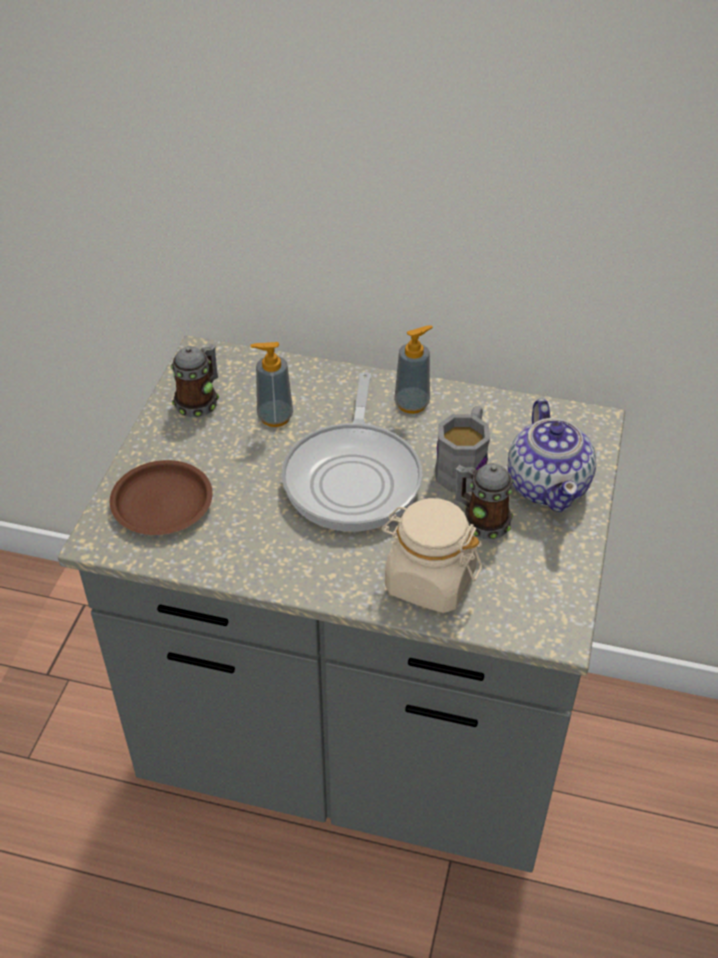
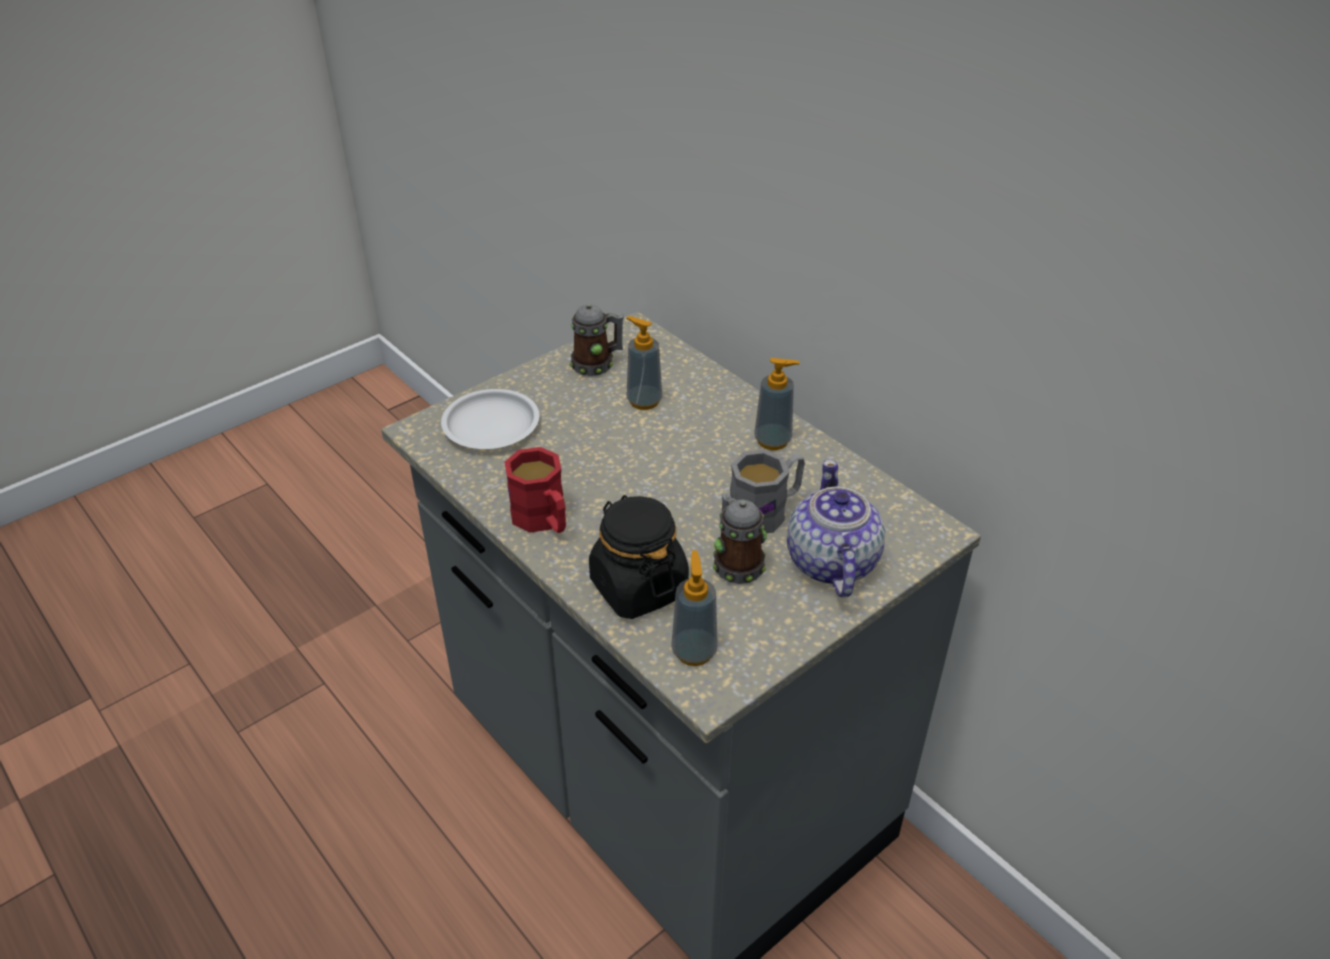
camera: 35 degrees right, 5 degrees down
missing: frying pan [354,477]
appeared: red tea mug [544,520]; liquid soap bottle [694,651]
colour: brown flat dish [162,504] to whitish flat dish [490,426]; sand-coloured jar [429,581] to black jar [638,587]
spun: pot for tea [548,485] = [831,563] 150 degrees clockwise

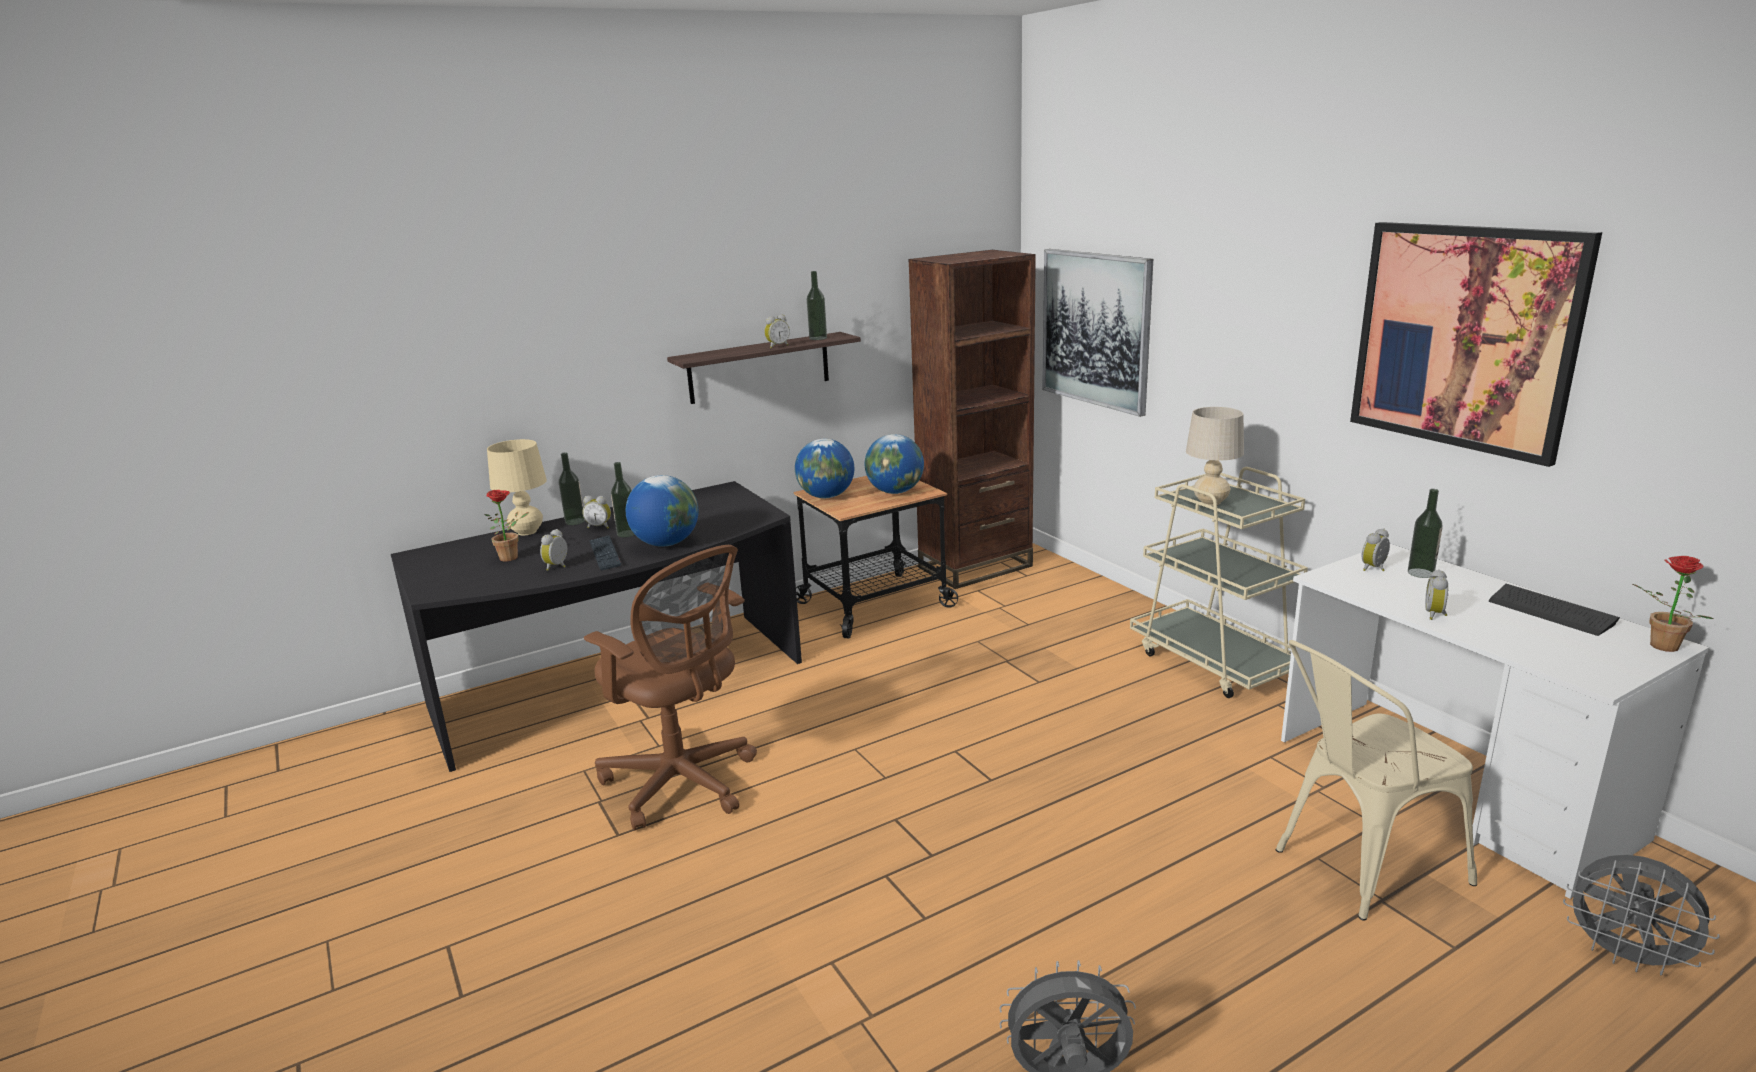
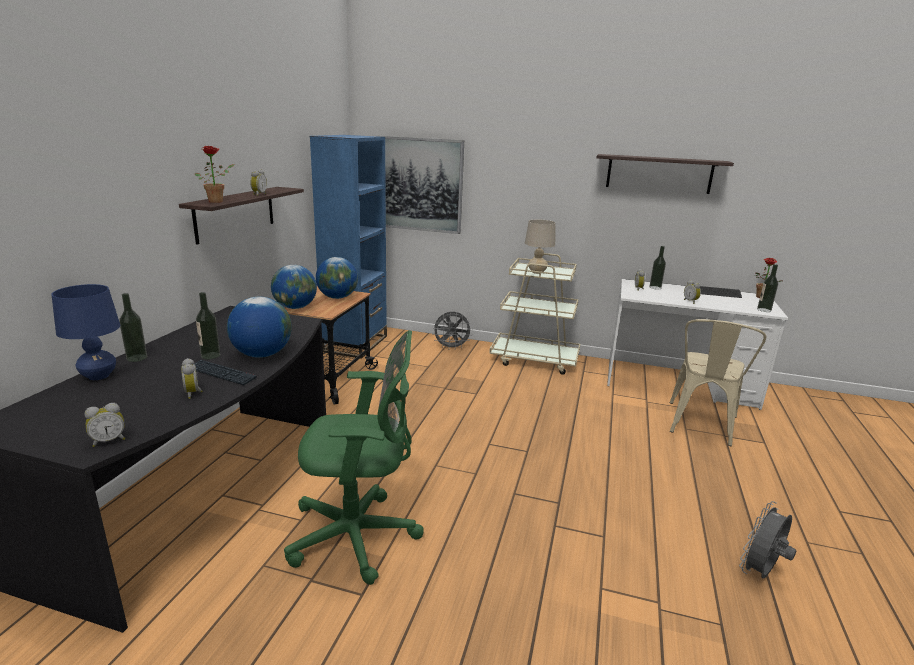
camera: 45 degrees left, 0 degrees up
relocated: beverage bottle [818,338] to [764,310]; plant in a pot [513,557] to [218,201]; table clock [599,527] to [108,441]; greyish cooling fan [1626,957] to [451,348]
exchanged: wall art [1464,337] to bracket shelf [659,174]
colour: brown bookcase [975,567] to blue bookcase [355,344]; sand-coloured tabletop lamp [527,532] to blue tabletop lamp [99,376]; brown office chair [683,784] to green-coloured office chair [359,536]

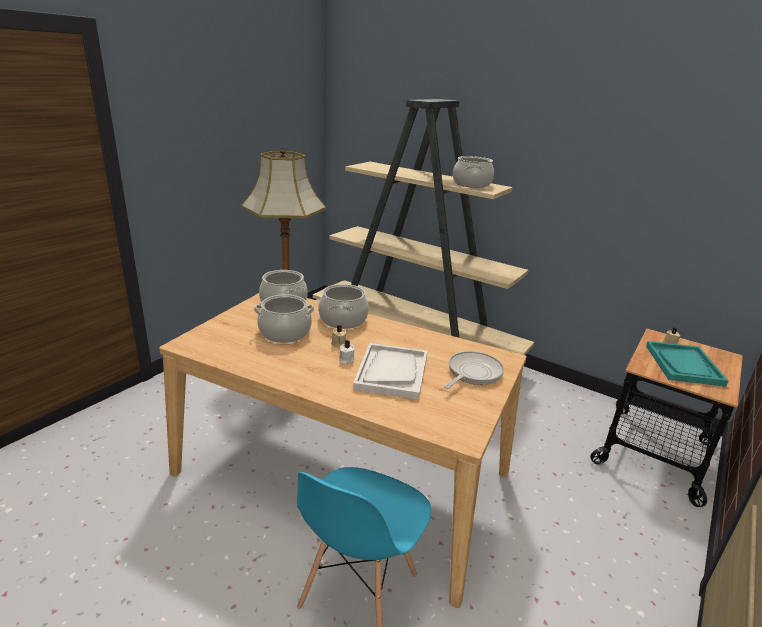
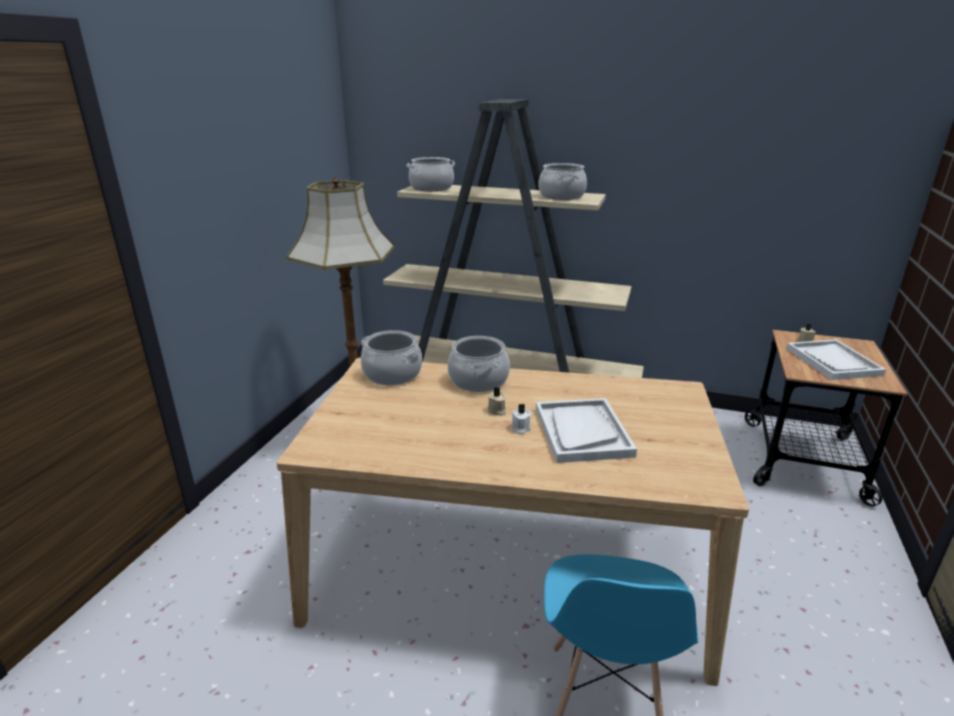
camera: 15 degrees left, 0 degrees up
missing: frying pan [472,373]
relocated: stockpot [285,332] to [431,188]
colour: turquoise-coloured serving tray [683,365] to whitish serving tray [833,362]

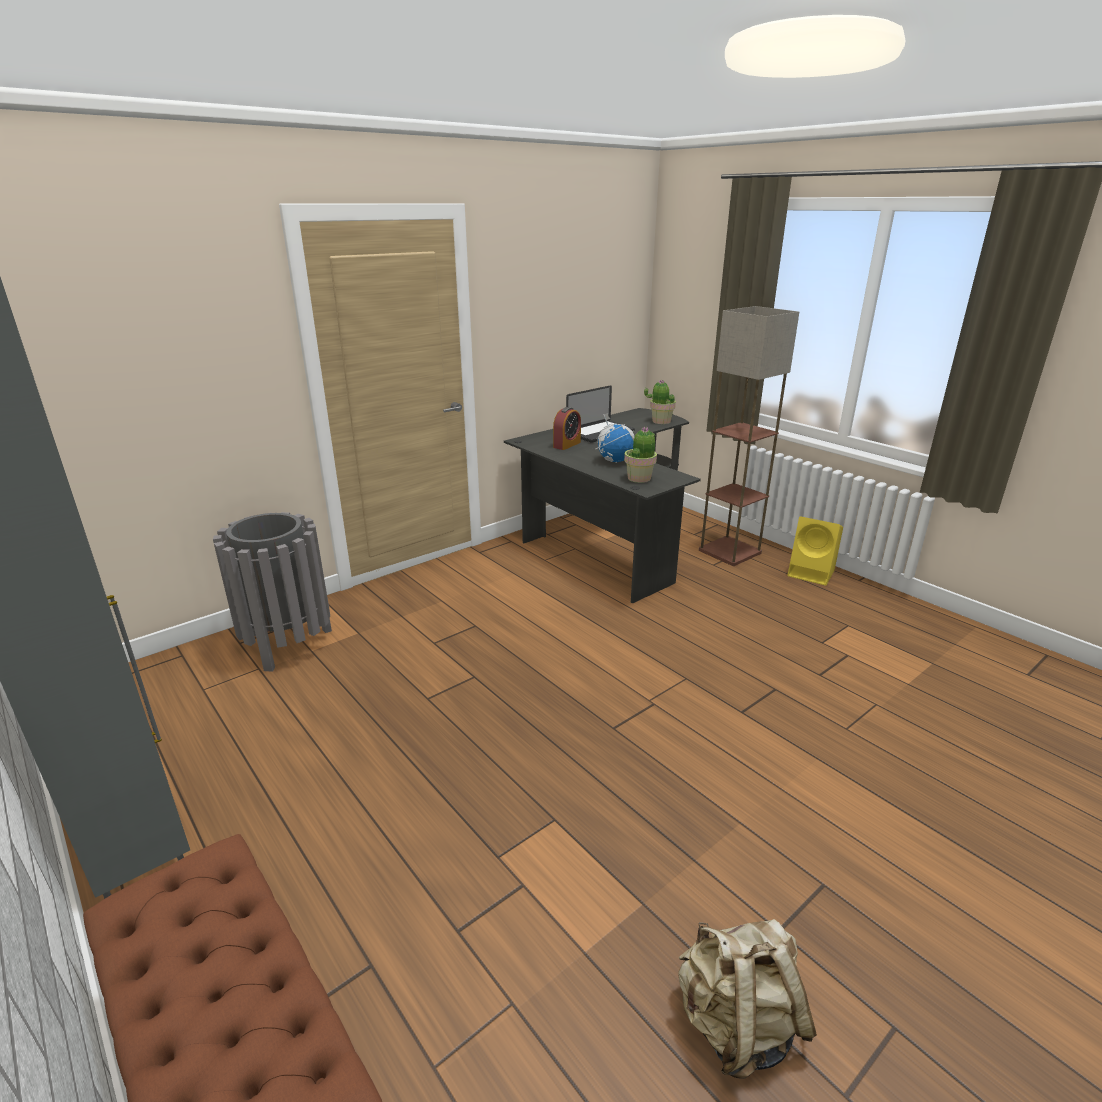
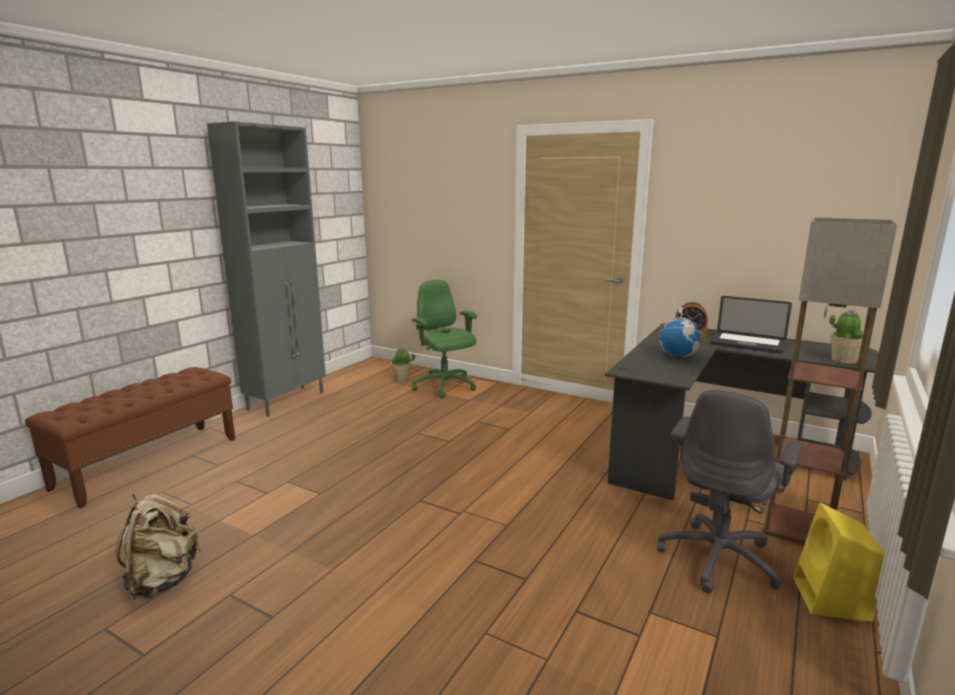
camera: 70 degrees right, 10 degrees down
appeared: greyish office chair [719,558]
relocated: plant in a pot [639,478] to [401,378]
exchanged: greyish rubbish bin [288,644] to green-coloured office chair [444,387]

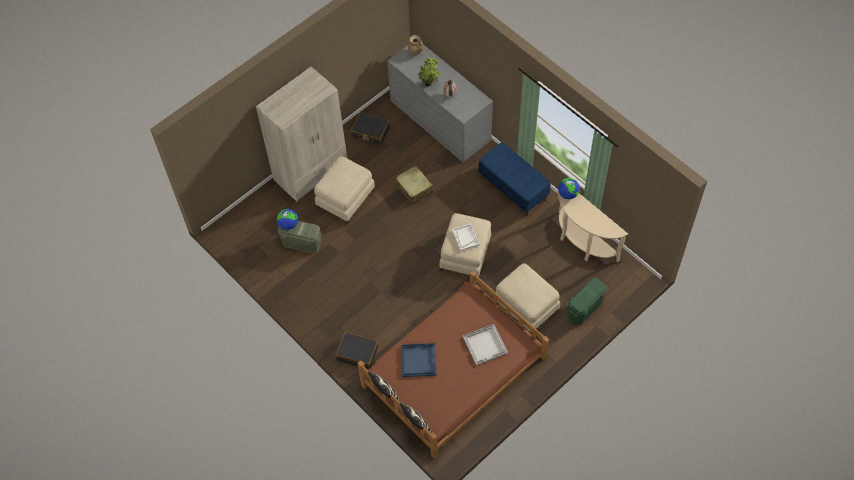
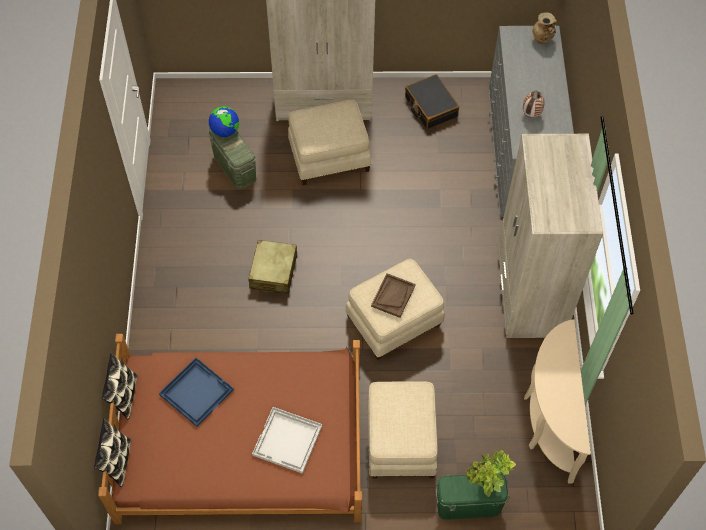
camera: 40 degrees right, 0 degrees up
missing: world globe [568,194]; black travel case [357,353]
relocated: plant in a pot [430,85] to [485,485]; sand-coloured travel case [414,188] to [273,272]
exchanged: blue bench [513,188] to sand-coloured armoire [529,291]
colour: whitish serving tray [465,237] to brown serving tray [393,296]

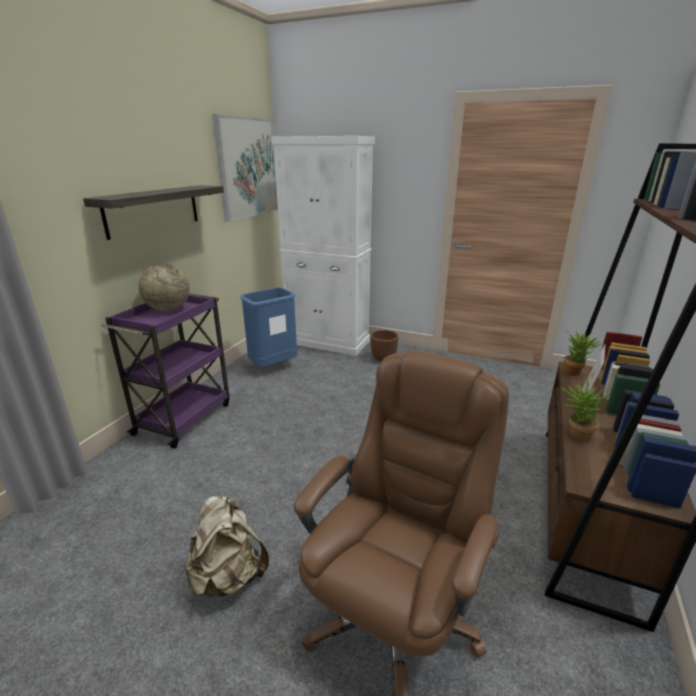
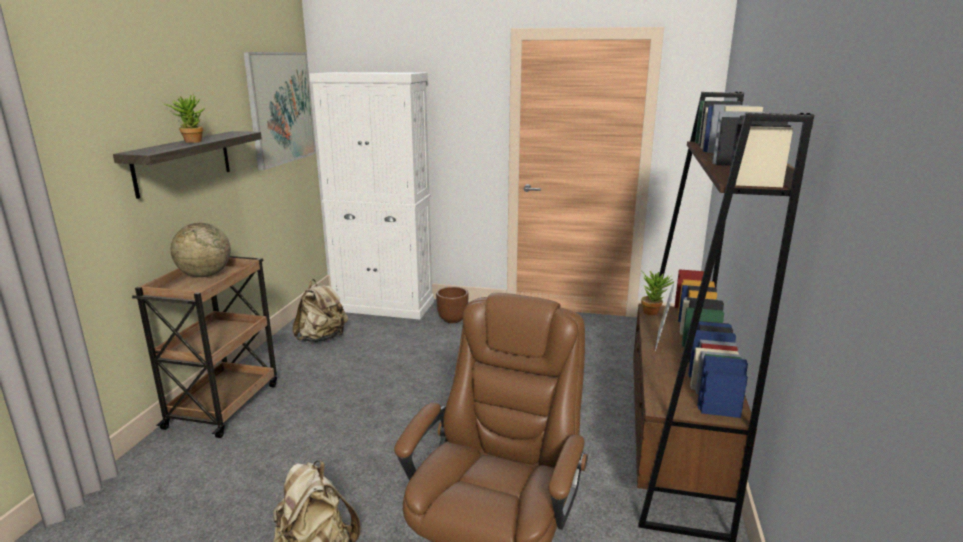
camera: 10 degrees left, 5 degrees down
relocated: plant in a pot [575,433] to [191,141]
exchanged: blue rubbish bin [273,366] to sand-coloured backpack [322,338]
colour: purplish wheeled cart [185,417] to brown wheeled cart [224,404]

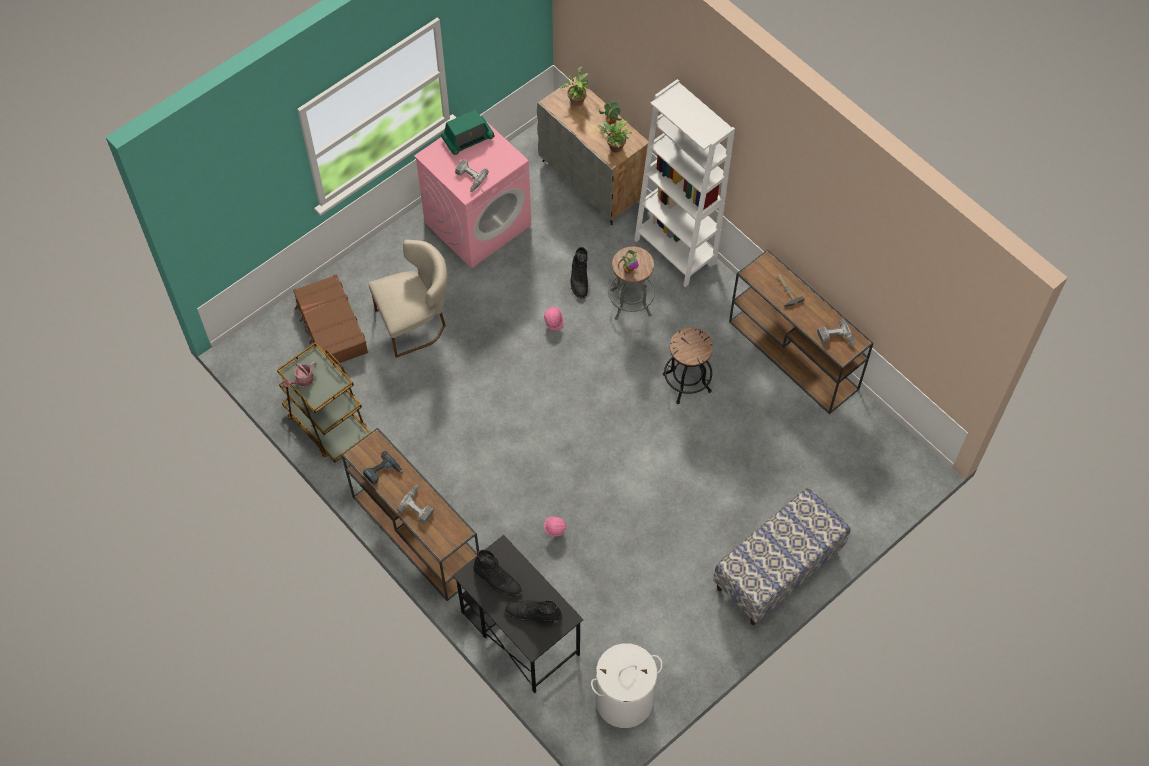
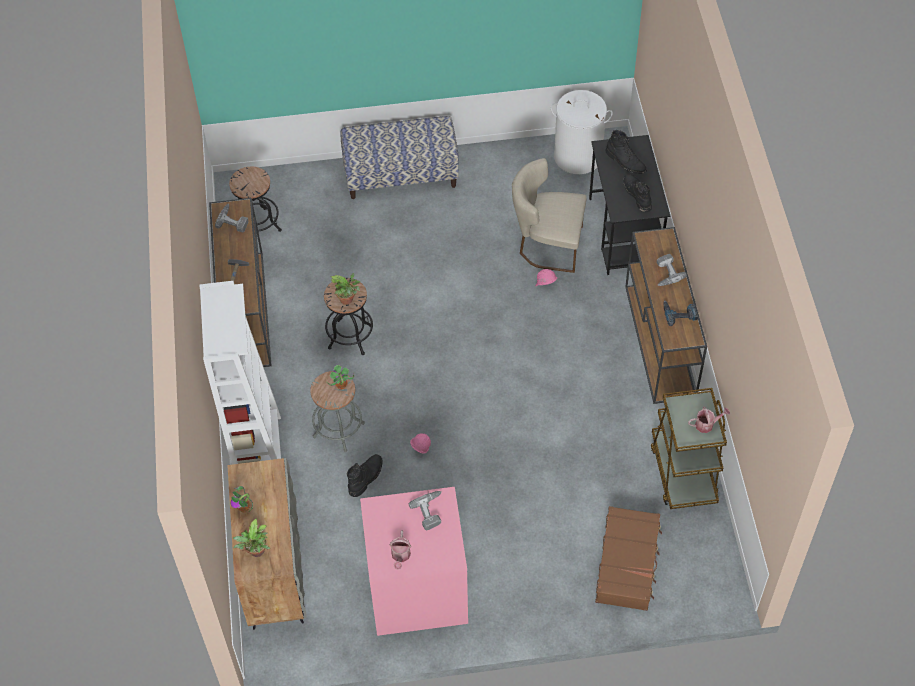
camera: 145 degrees left, 5 degrees down
appeared: black stool seat [258,226]
relocated: plant in a pot [614,148] to [348,299]; sand-coloured chair [416,322] to [547,245]
exchanged: radio receiver [468,138] to sprinkling can [400,556]

